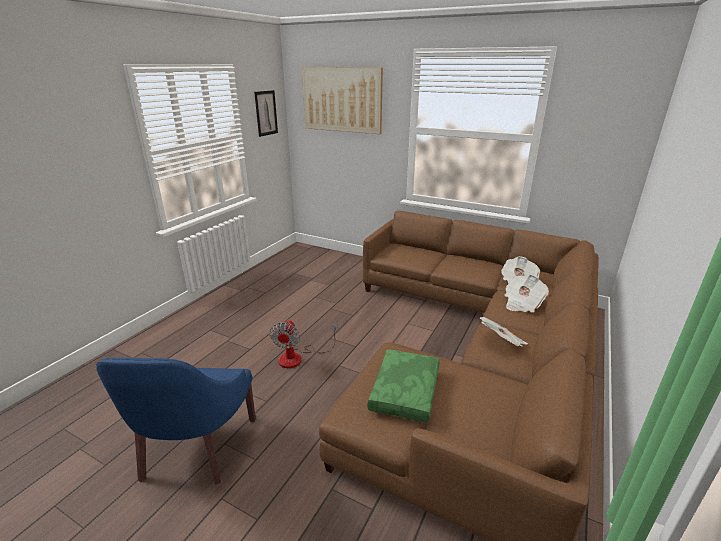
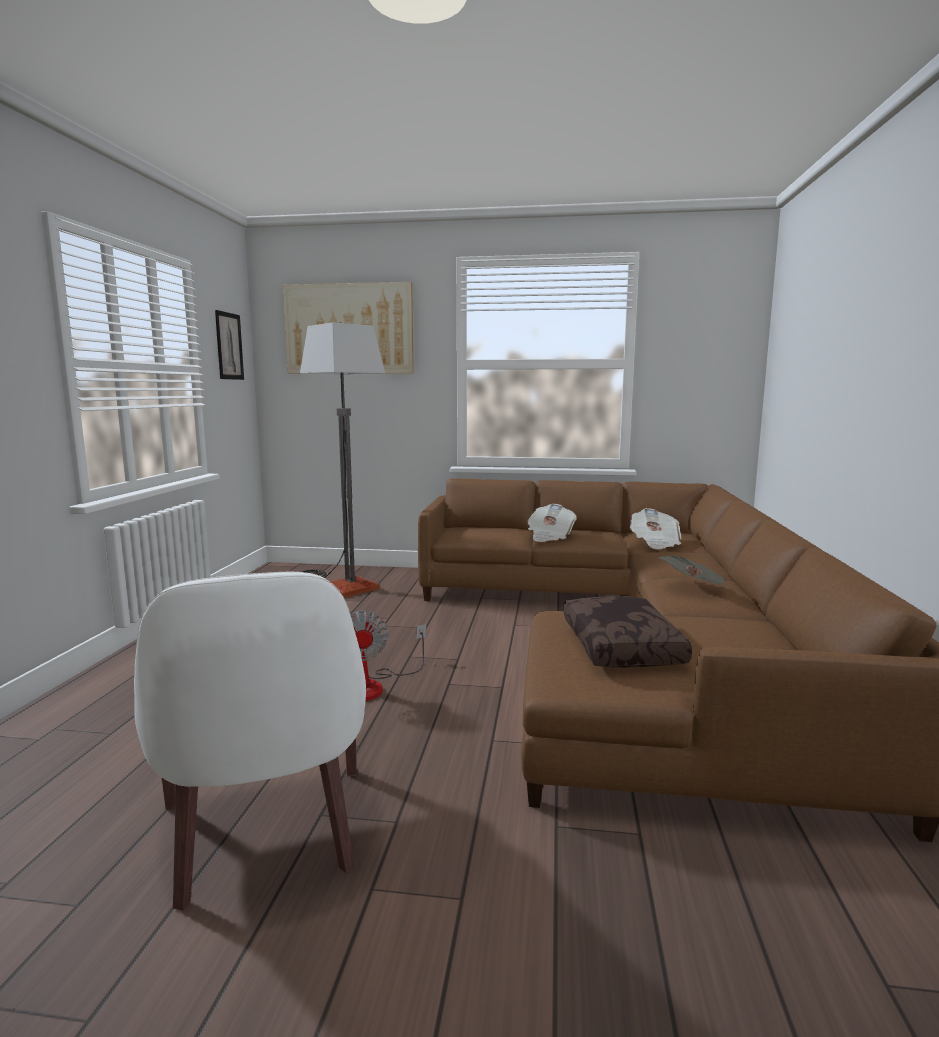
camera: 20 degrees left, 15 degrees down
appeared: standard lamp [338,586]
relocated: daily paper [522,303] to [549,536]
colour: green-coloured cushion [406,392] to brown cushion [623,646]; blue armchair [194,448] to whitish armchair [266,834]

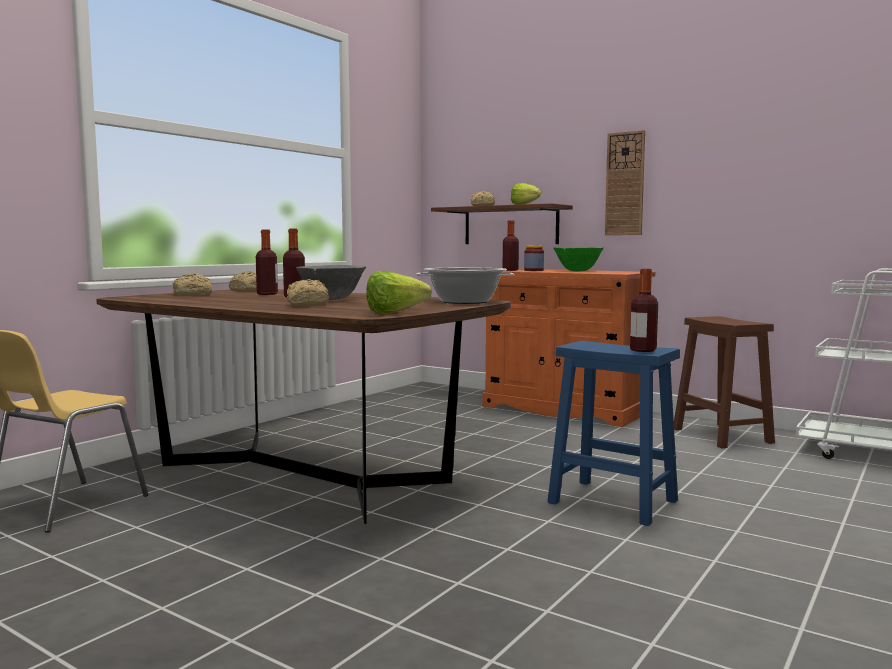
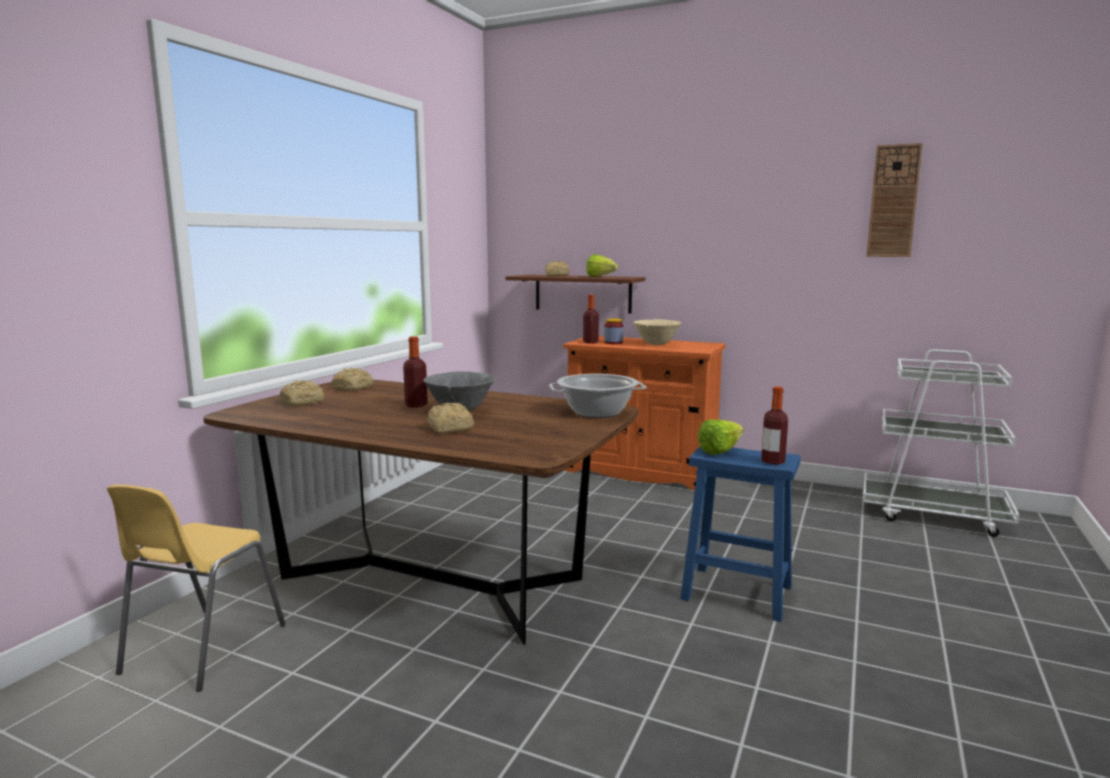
camera: 10 degrees left, 5 degrees up
missing: beverage bottle [267,294]; brown stool seat [723,436]
relocated: clock on the wall [625,184] to [893,201]; lettuce head [401,312] to [724,450]
colour: green-coloured serving bowl [578,271] to sand-coloured serving bowl [656,344]

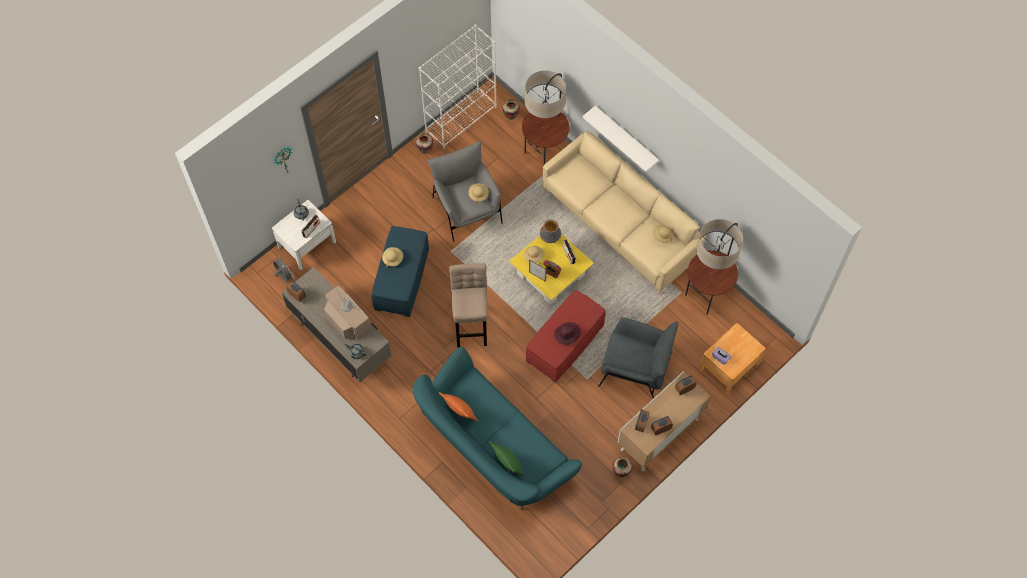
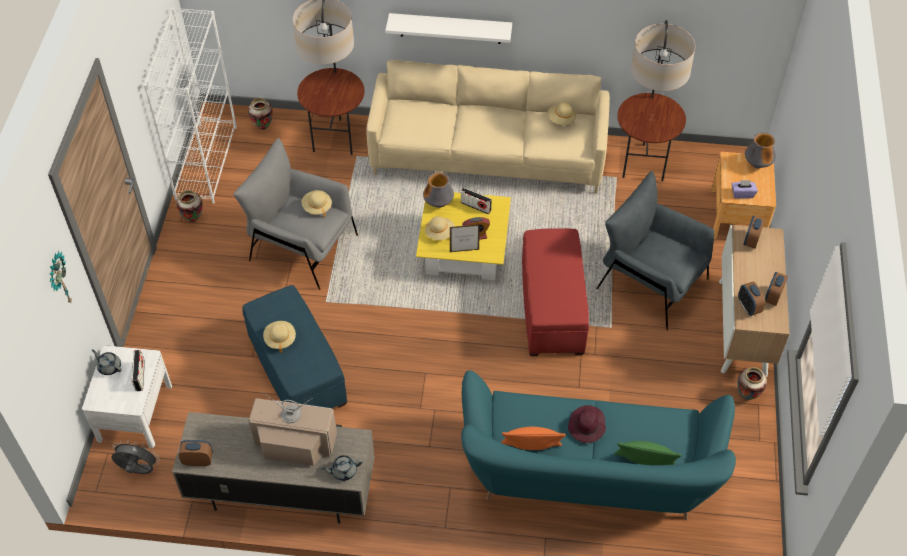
camera: 40 degrees left, 10 degrees down
missing: sand-coloured stool seat [471,325]
appeared: decorative vase [757,164]
relocated: purplish clothing hat [567,334] to [587,426]
spun: greyish armchair [635,370] = [651,283] 120 degrees counterclockwise

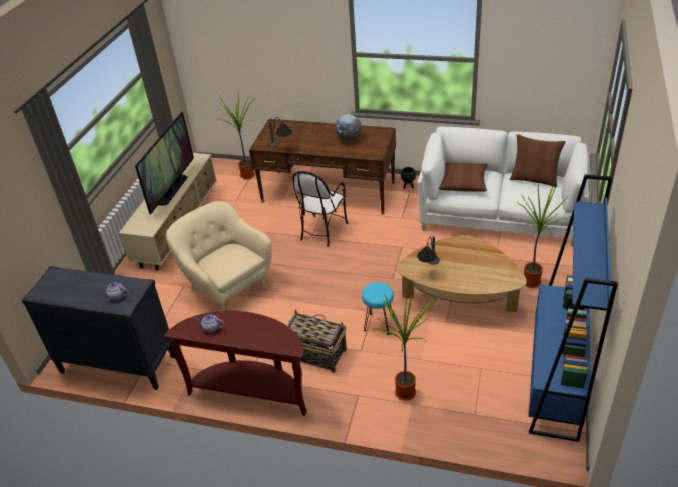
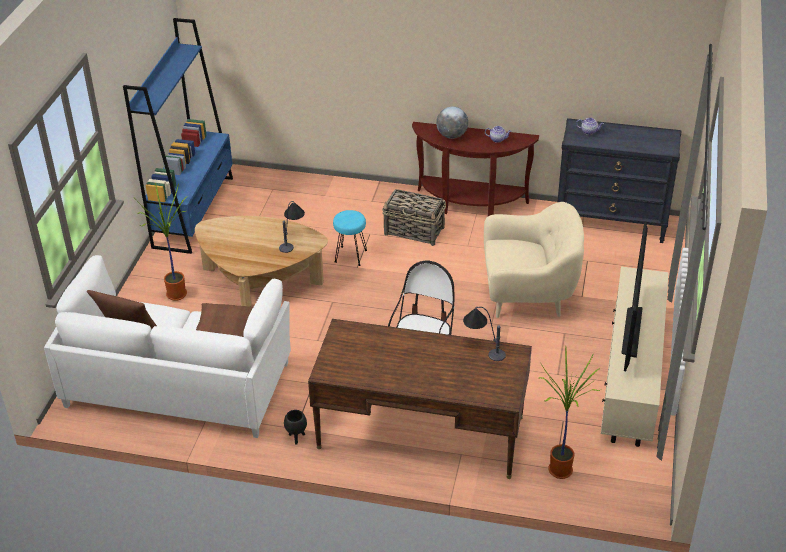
camera: 175 degrees right, 0 degrees up
missing: plant in a pot [407,393]
relocated: world globe [349,138] to [451,136]
spun: sand-coloured armchair [227,286] = [528,295] 45 degrees counterclockwise

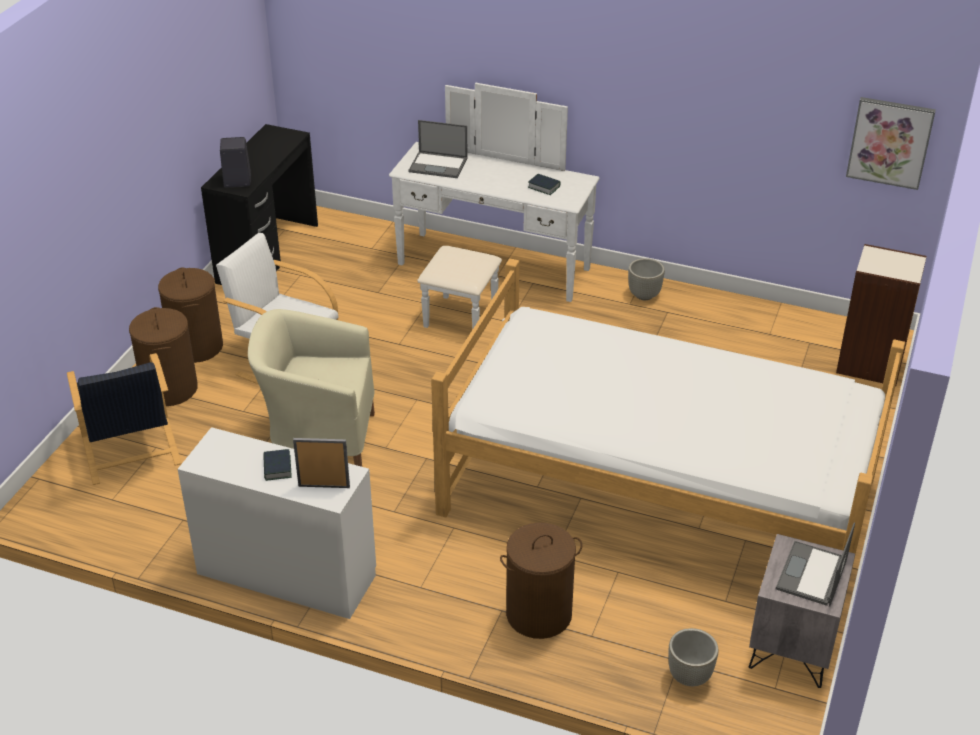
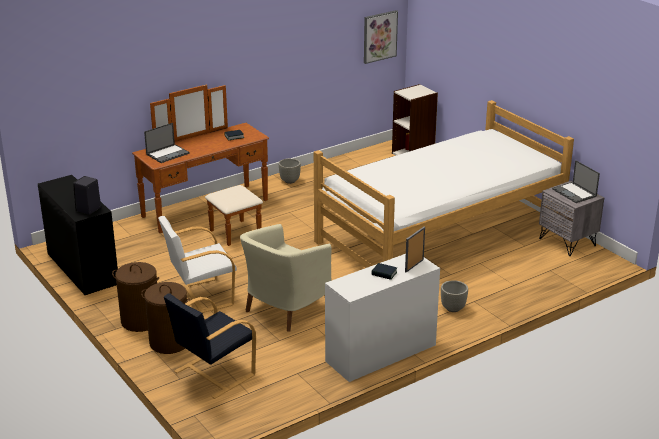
camera: 55 degrees left, 10 degrees down
missing: brown hamper [538,614]
relocated: greyish flower pot [689,676] to [452,308]
colour: whitish dresser [487,278] to brown dresser [212,213]
spun: black armchair [131,452] = [213,374] 120 degrees clockwise

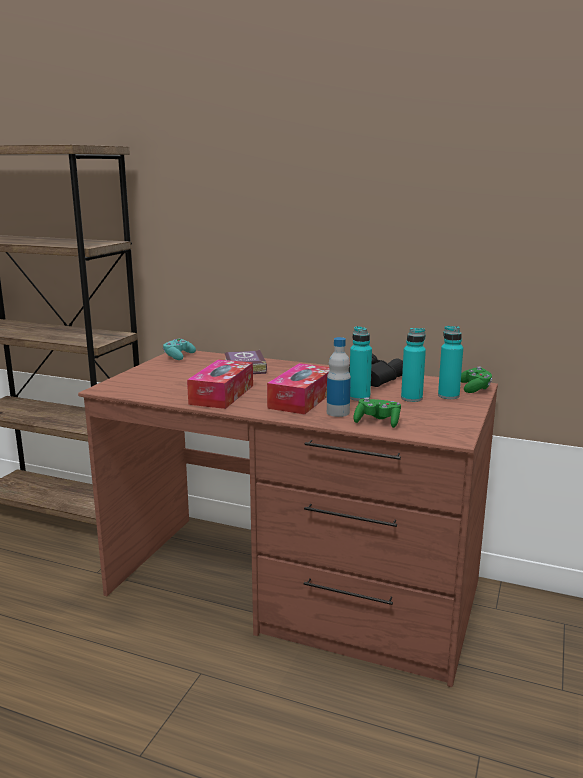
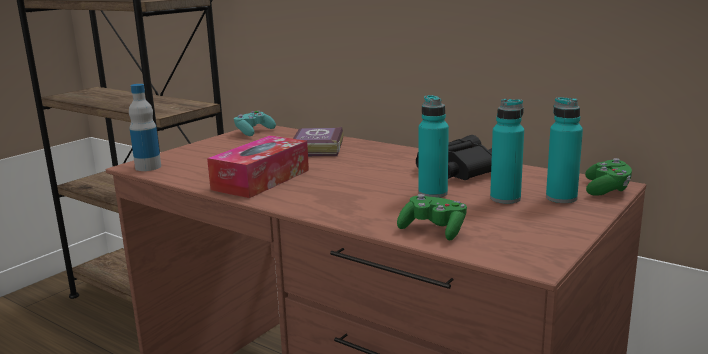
camera: 15 degrees right, 0 degrees up
missing: tissue holder [301,399]
relocated: beverage bottle [338,412] to [148,167]

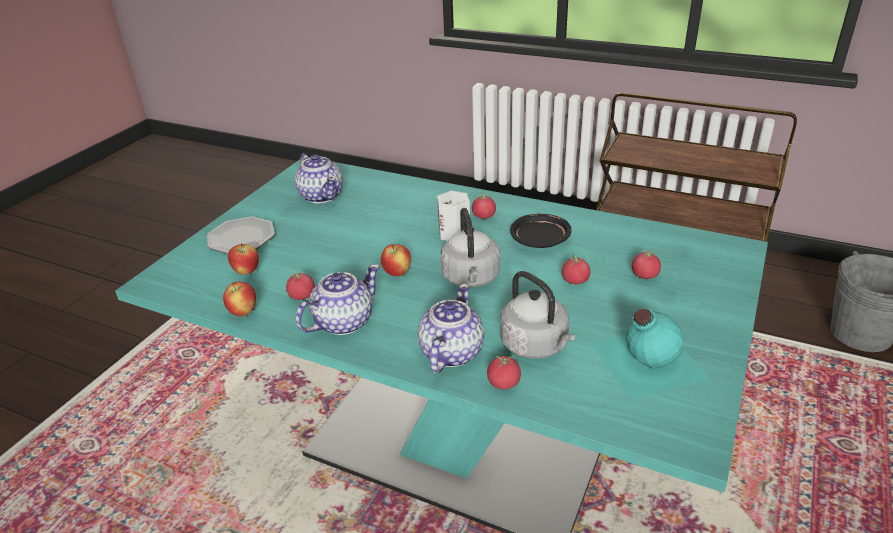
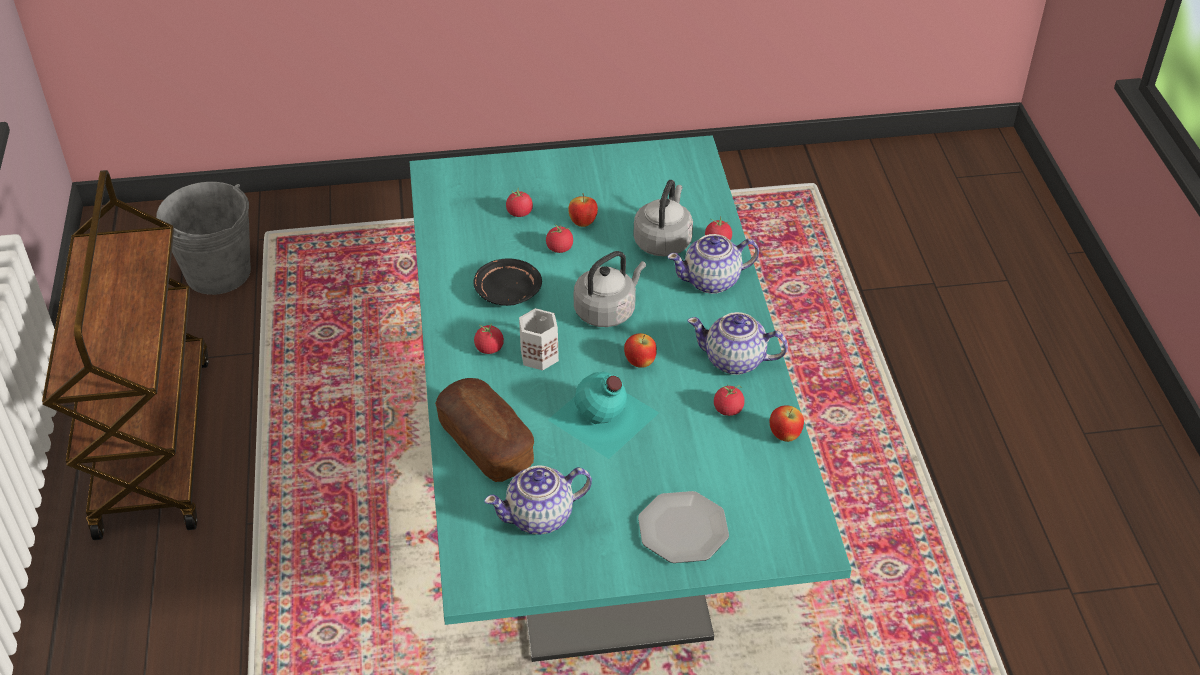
camera: 125 degrees left, 10 degrees up
appeared: baked bread [485,443]
relocated: apple fruit [246,272] to [583,223]; turquoise-coloured beverage bottle [645,359] to [603,417]
spun: pot for tea [322,195] = [541,516] 135 degrees counterclockwise

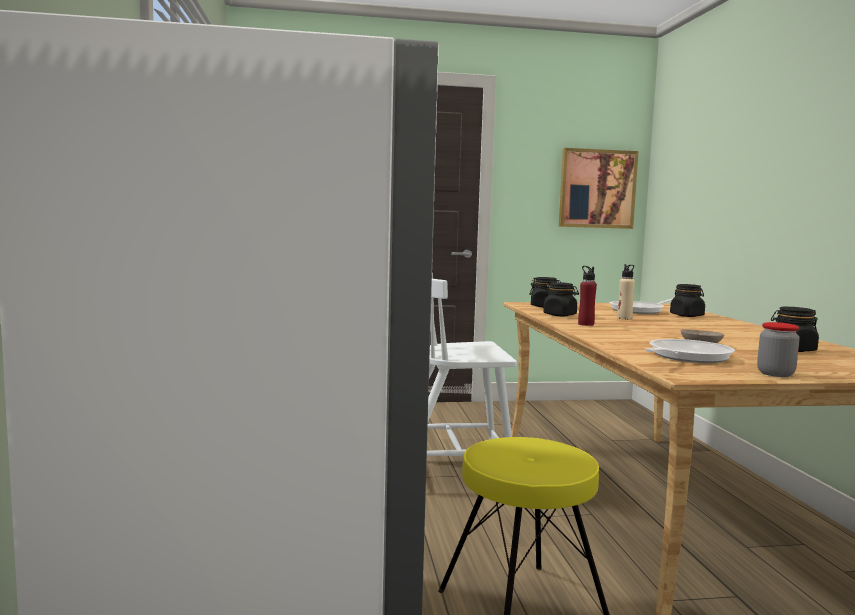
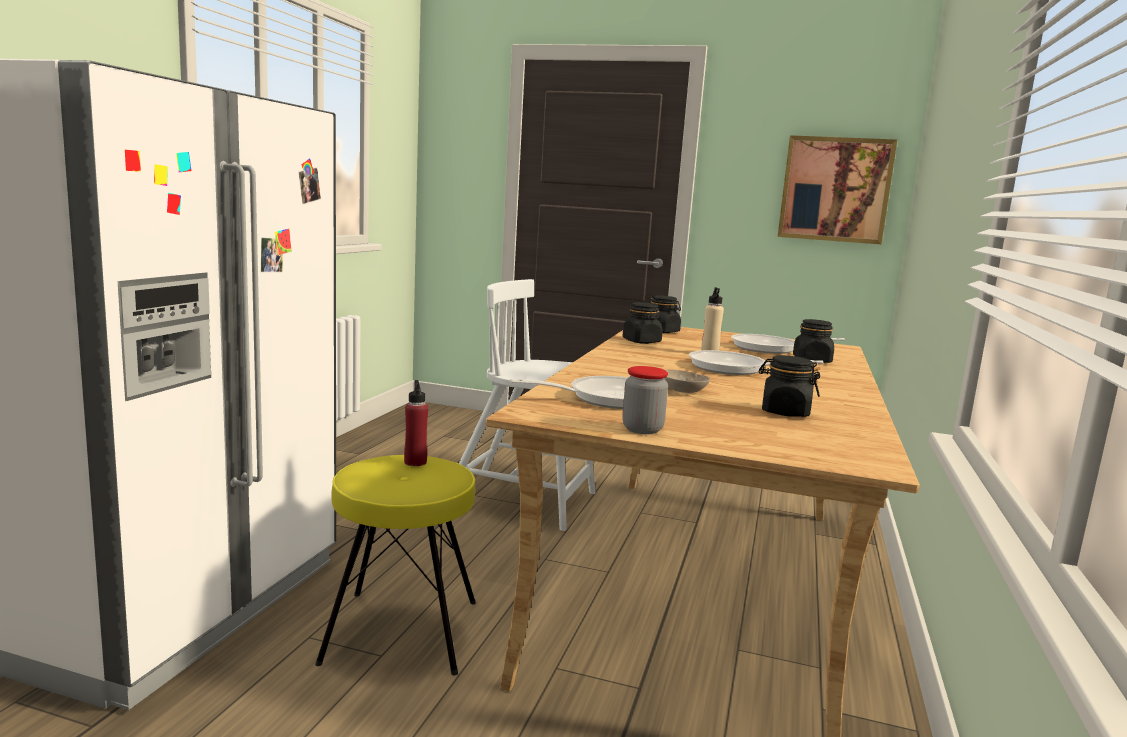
camera: 25 degrees right, 5 degrees up
appeared: frying pan [734,369]
relocated: red beverage bottle [586,324] to [415,462]

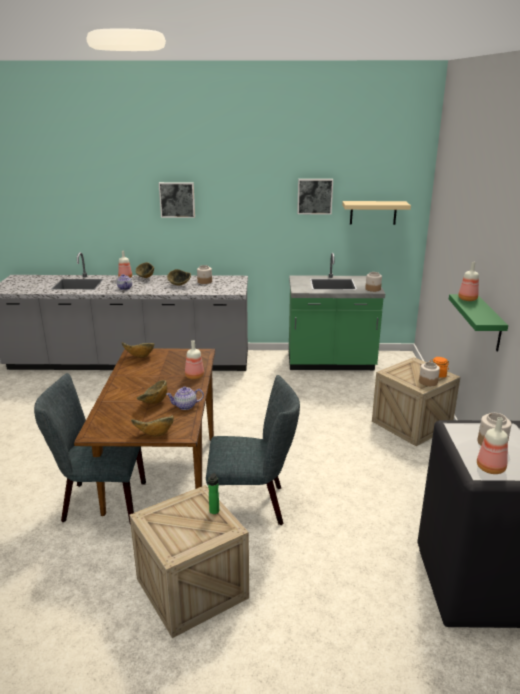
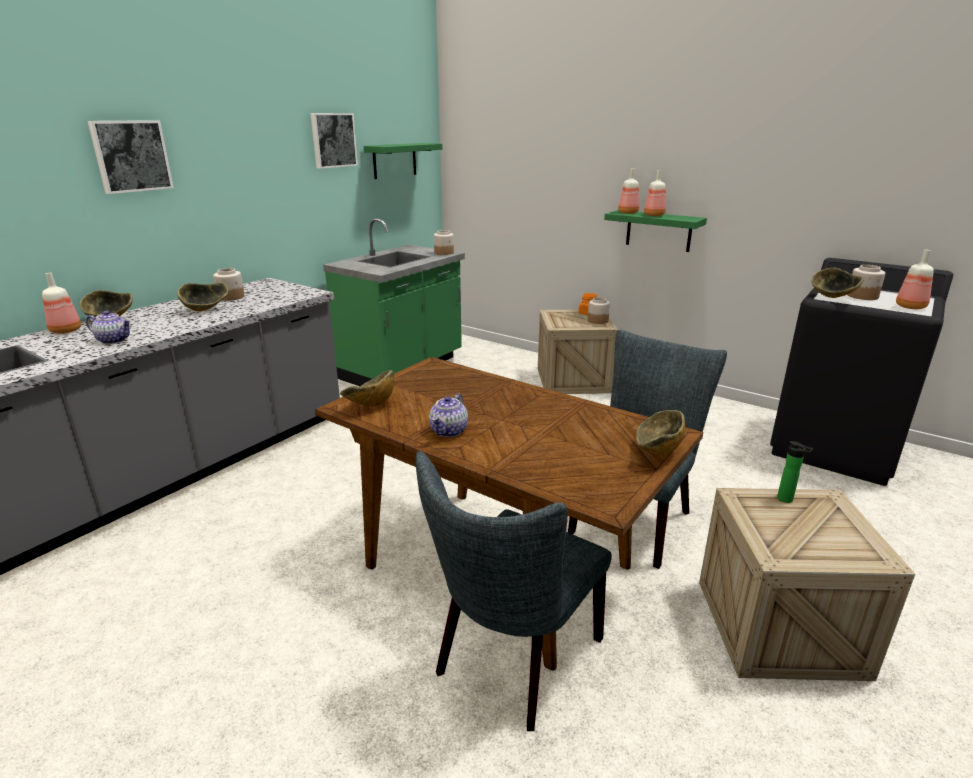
camera: 55 degrees left, 0 degrees up
relocated: beverage bottle [194,377] to [654,215]; serving bowl [153,403] to [833,298]; pot for tea [185,406] to [449,431]
colour: sand-coloured bracket shelf [373,212] to green-coloured bracket shelf [394,160]

